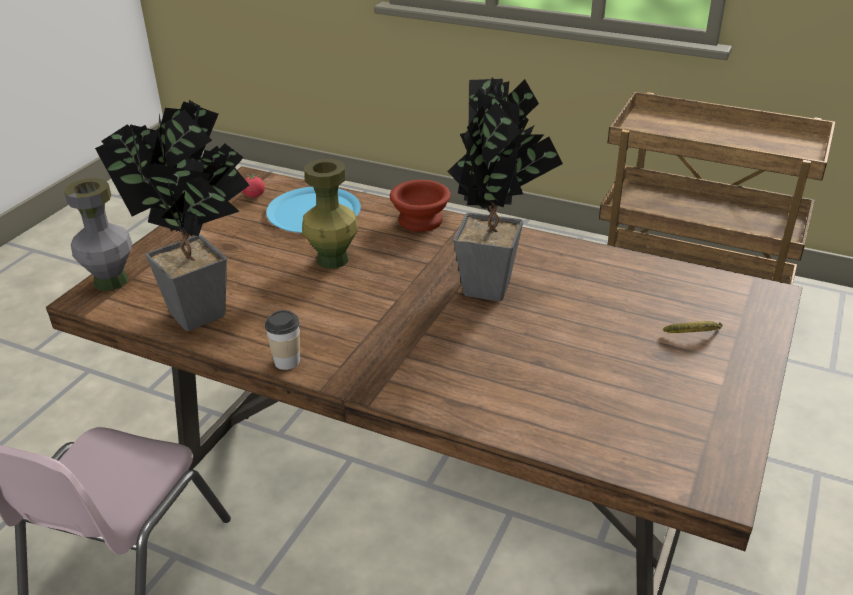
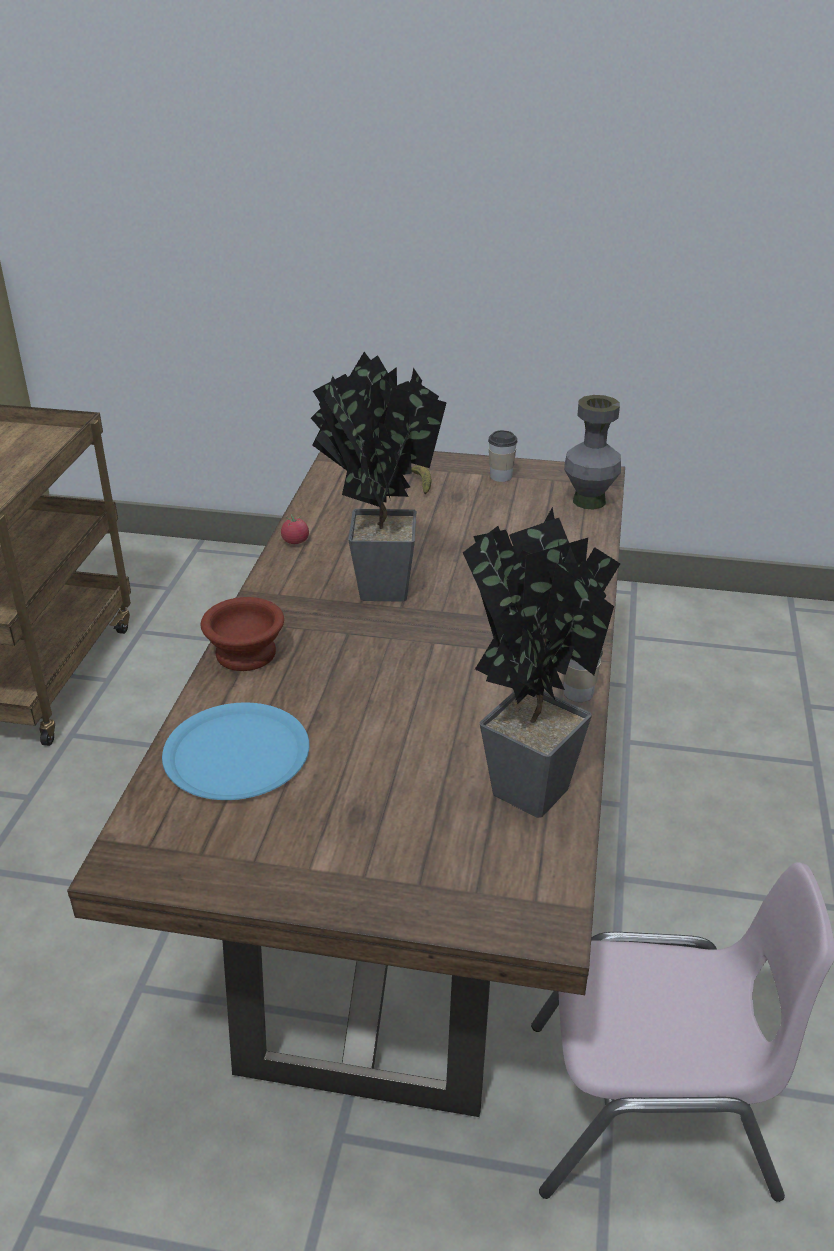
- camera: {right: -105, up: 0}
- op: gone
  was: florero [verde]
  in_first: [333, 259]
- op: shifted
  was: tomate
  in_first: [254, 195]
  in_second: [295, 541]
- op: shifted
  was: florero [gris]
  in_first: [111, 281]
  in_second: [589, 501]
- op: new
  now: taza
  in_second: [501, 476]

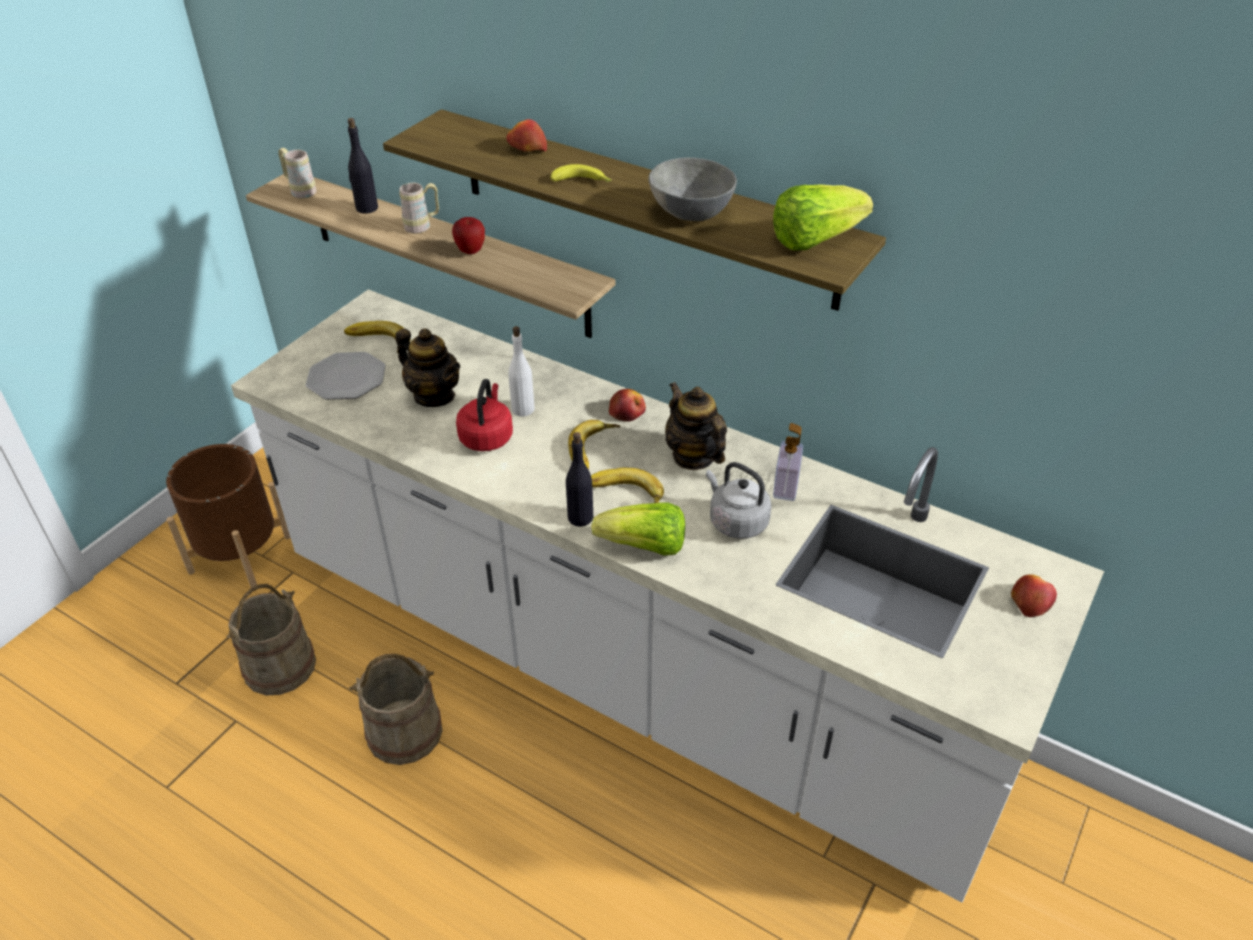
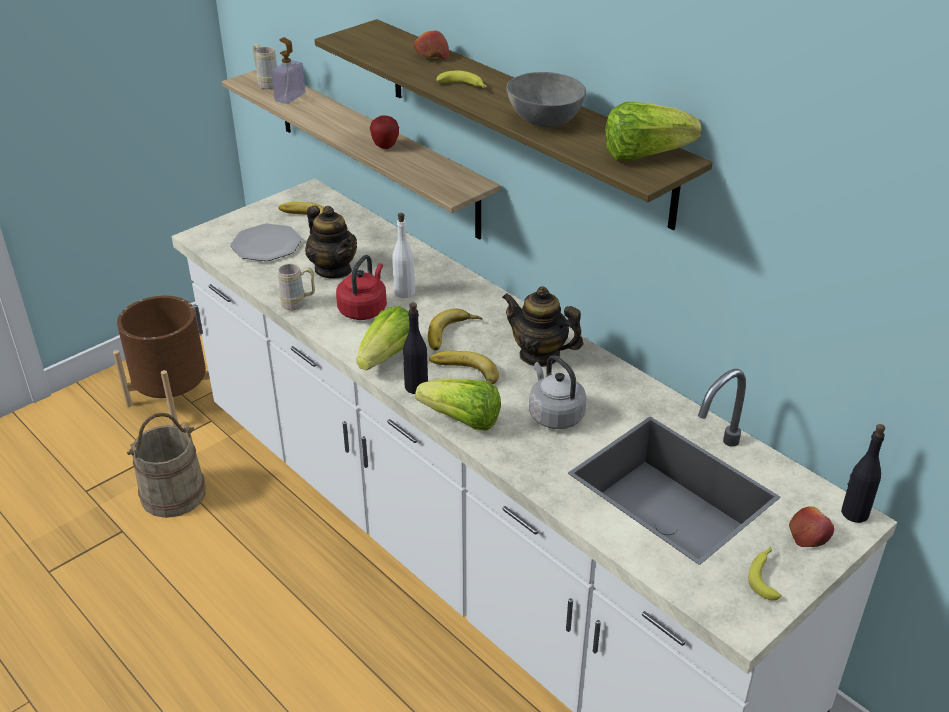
- camera: {right: 15, up: -5}
- op: shifted
  was: botella [negro]
  in_first: [366, 208]
  in_second: [854, 513]
- op: shifted
  was: taza grande [beis]
  in_first: [422, 226]
  in_second: [298, 304]
- op: rotated
  was: tetera
  in_first: [694, 456]
  in_second: [540, 355]
  clockwise: -45
- op: gone
  was: manzana
  in_first: [627, 412]
- op: shifted
  was: dispensador de jabón
  in_first: [786, 486]
  in_second: [290, 97]
- op: gone
  was: cubo [beis]
  in_first: [404, 732]
- op: new
  now: lechuga
  in_second: [388, 356]
- op: new
  now: plátano
  in_second: [766, 575]

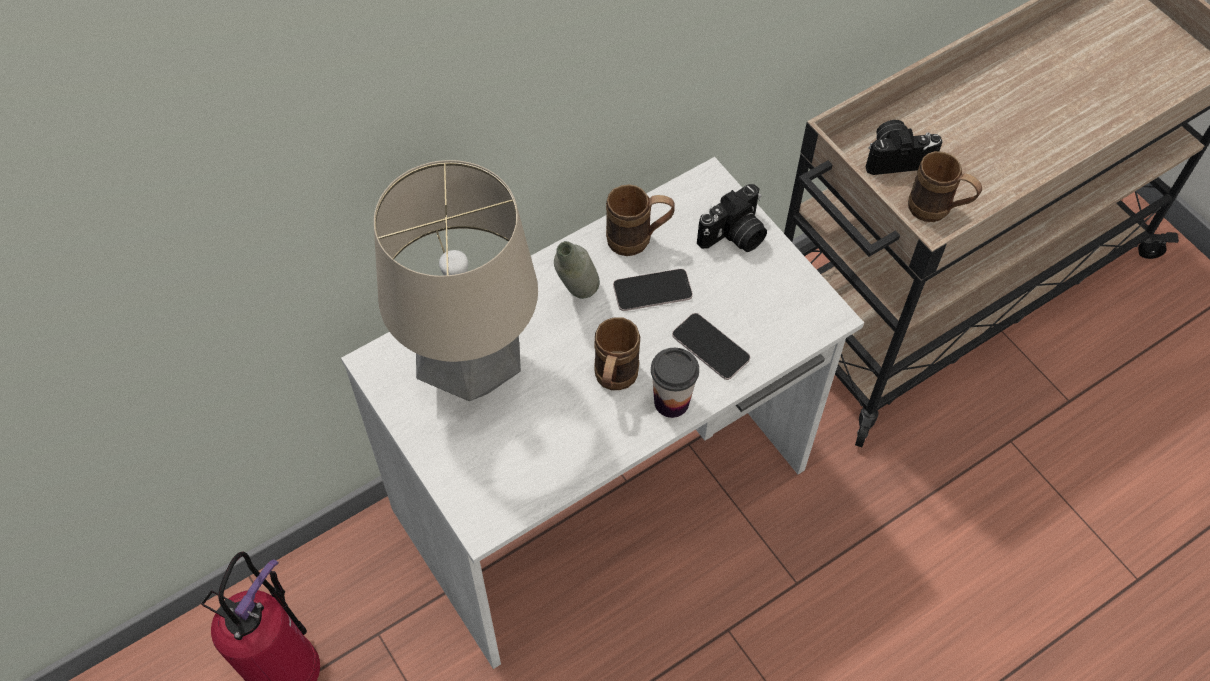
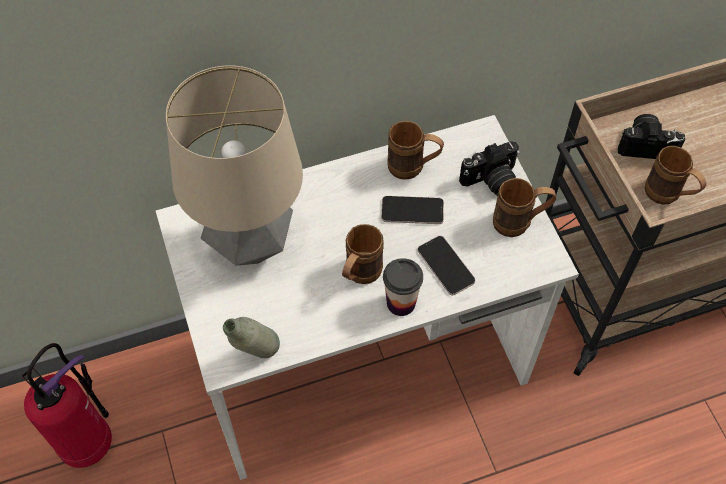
- camera: {right: 15, up: 0}
- op: shifted
  was: botella [gris]
  in_first: [577, 300]
  in_second: [257, 358]
- op: new
  now: taza grande [marrón]
  in_second: [519, 223]

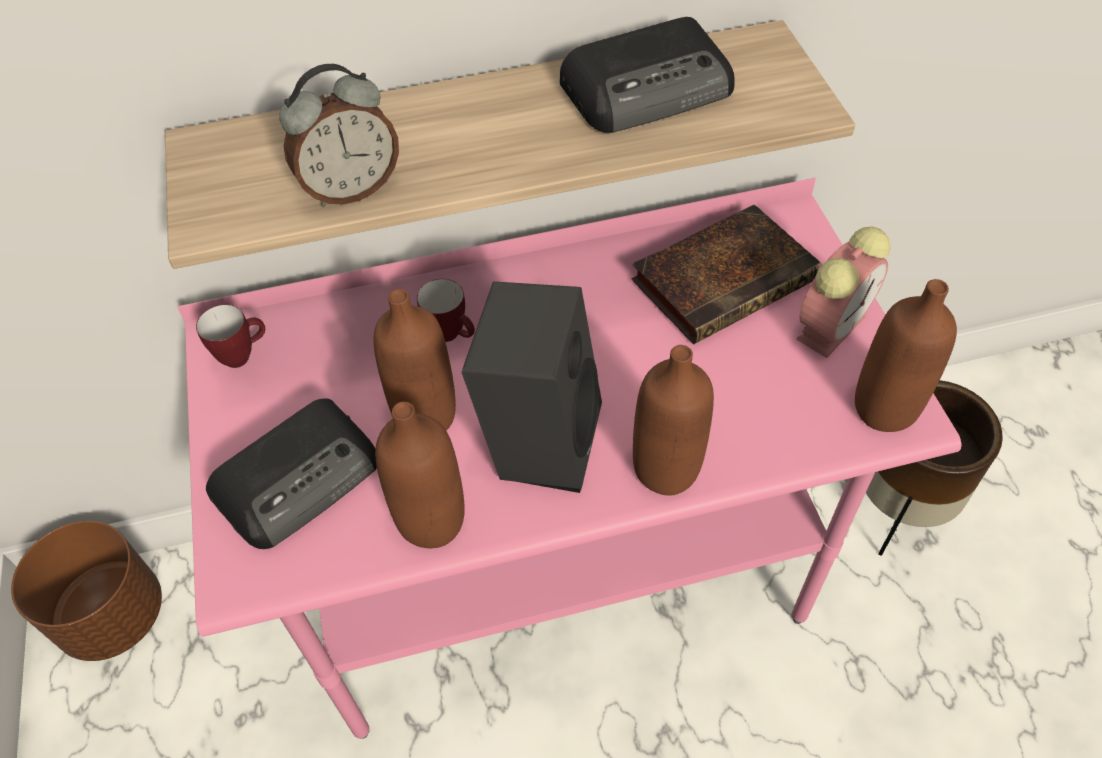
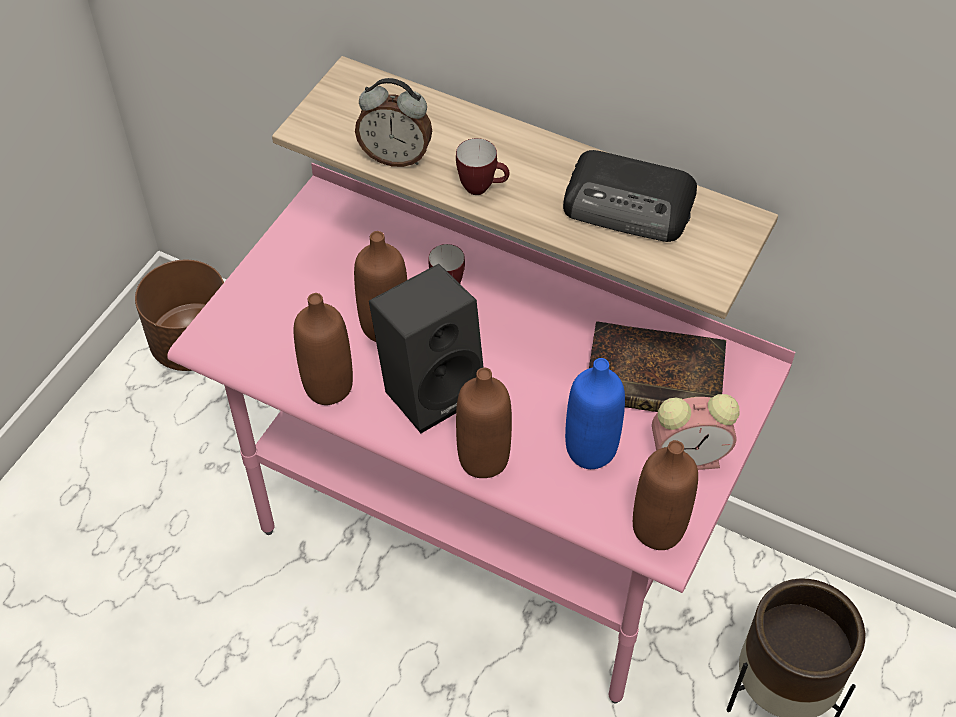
- camera: {right: 40, up: 0}
- op: shifted
  was: taza grande
  in_first: [243, 355]
  in_second: [482, 188]
- op: gone
  was: radio
  in_first: [300, 477]
- op: new
  now: botella [azul]
  in_second: [590, 450]

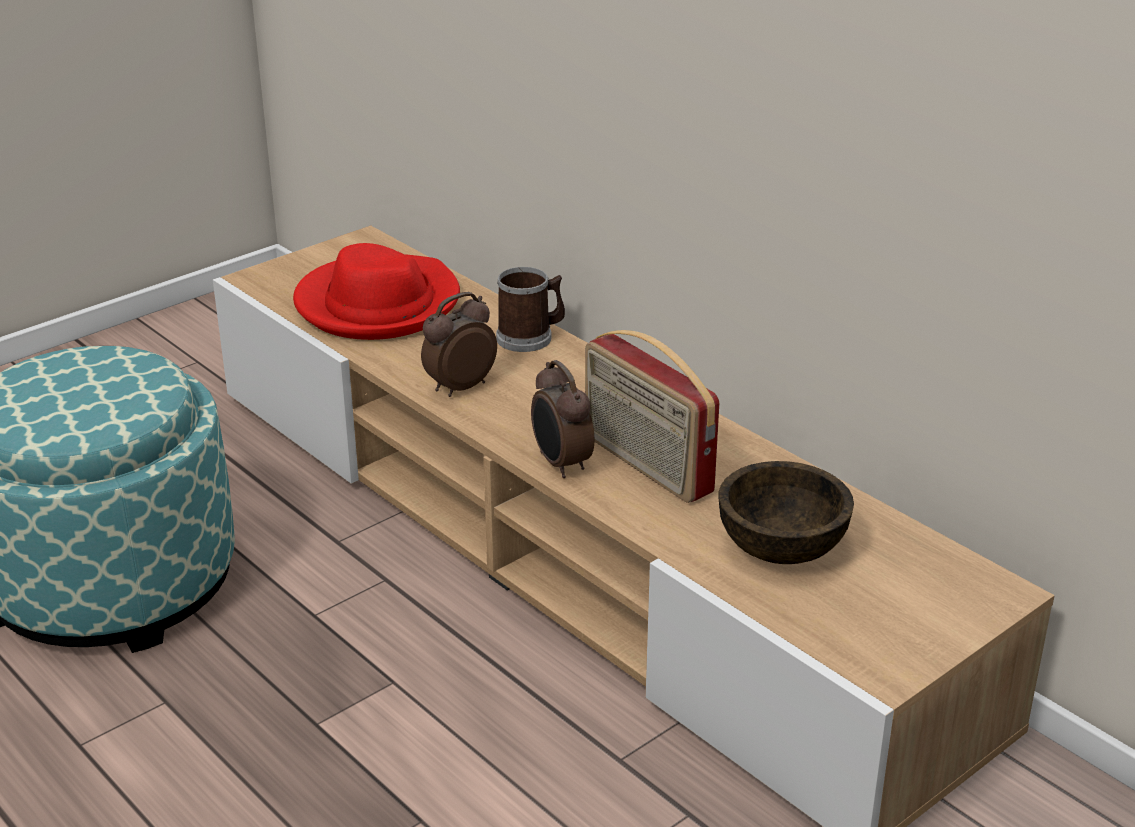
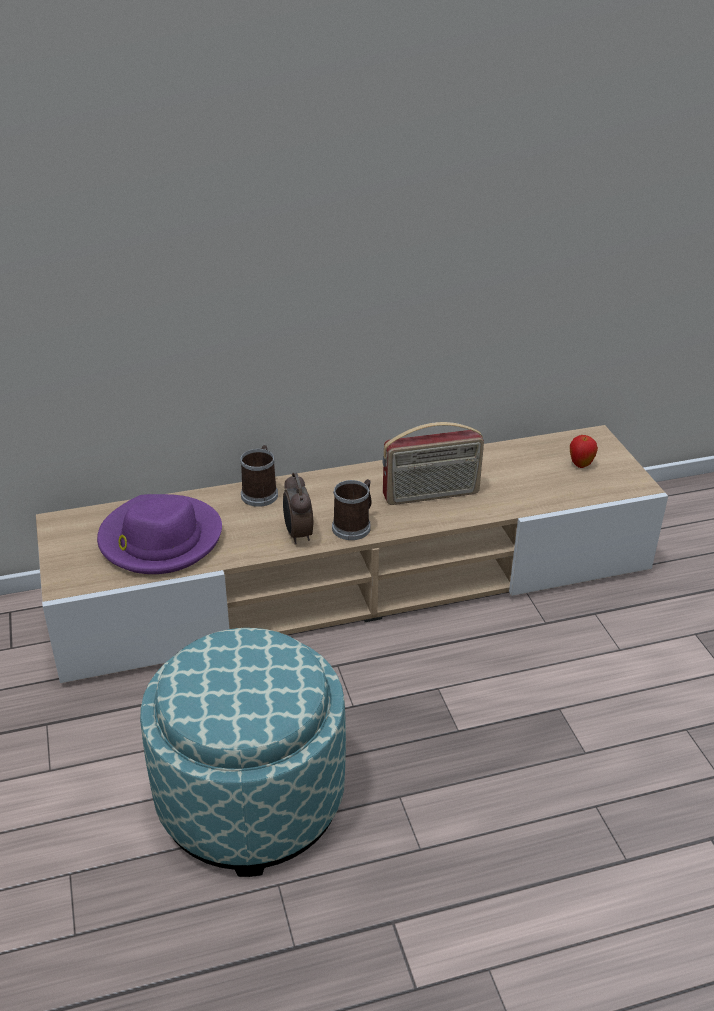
- camera: {right: -65, up: 5}
- op: repainted
  was: sombrero [rojo]
  now: sombrero [morado]
  in_first: [377, 304]
  in_second: [159, 539]
- op: gone
  was: despertador
  in_first: [561, 464]
- op: gone
  was: cuenco [marrón]
  in_first: [781, 548]
- op: new
  now: manzana
  in_second: [580, 465]
- op: new
  now: taza grande
  in_second: [354, 526]

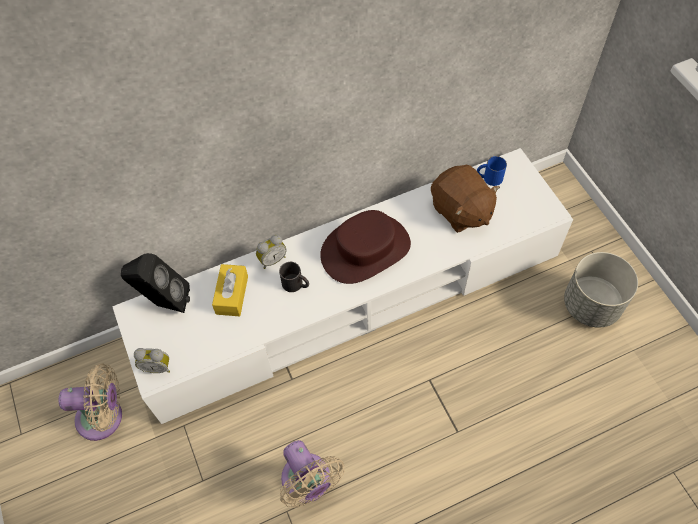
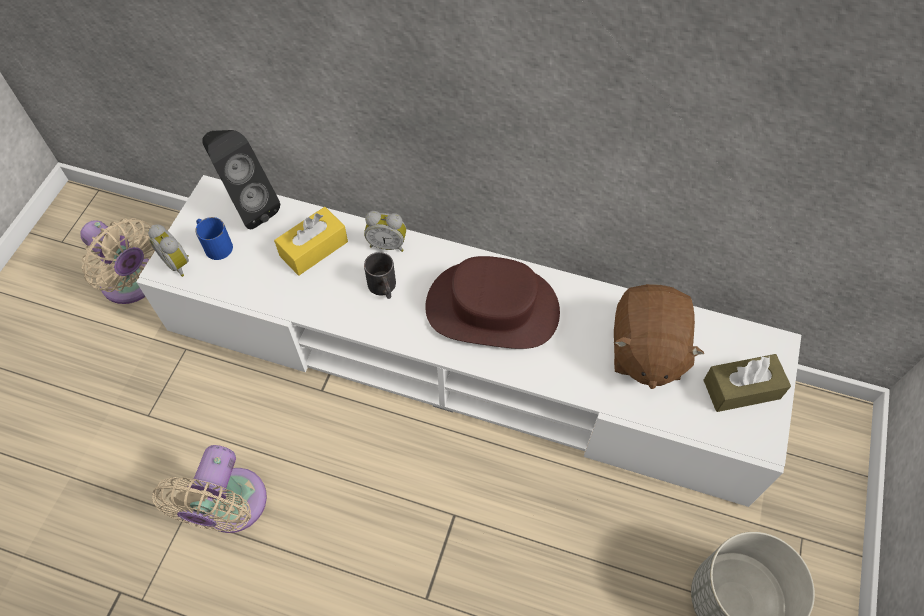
- camera: {right: 40, up: 0}
- op: shifted
  was: taza grande [azul]
  in_first: [489, 178]
  in_second: [215, 244]
- op: new
  now: caja de pañuelos [marrón]
  in_second: [741, 389]

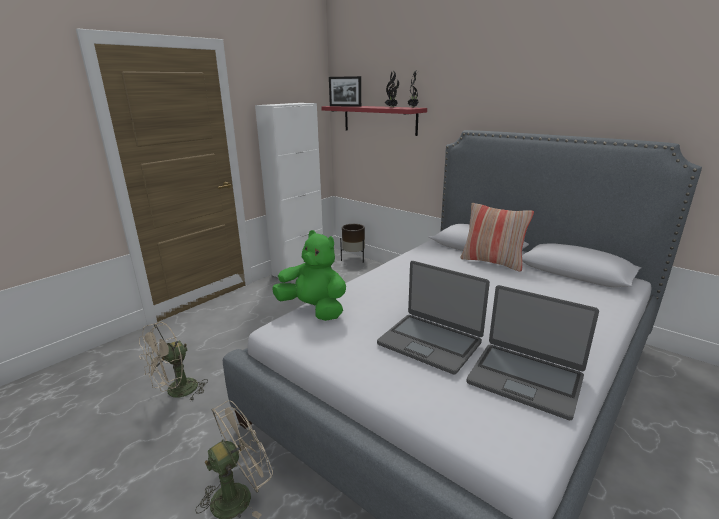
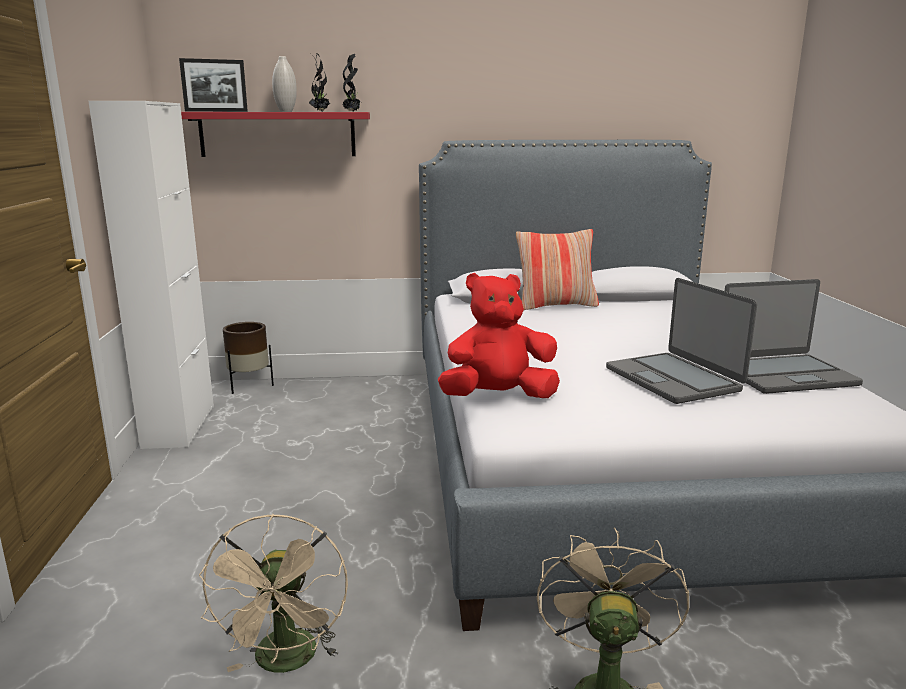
- camera: {right: -45, up: -5}
- op: repainted
  was: peluche [verde]
  now: peluche [rojo]
  in_first: [314, 309]
  in_second: [498, 397]
- op: rotated
  was: portátil
  in_first: [430, 342]
  in_second: [673, 379]
  clockwise: 75
- op: new
  now: florero [blanco]
  in_second: [286, 111]

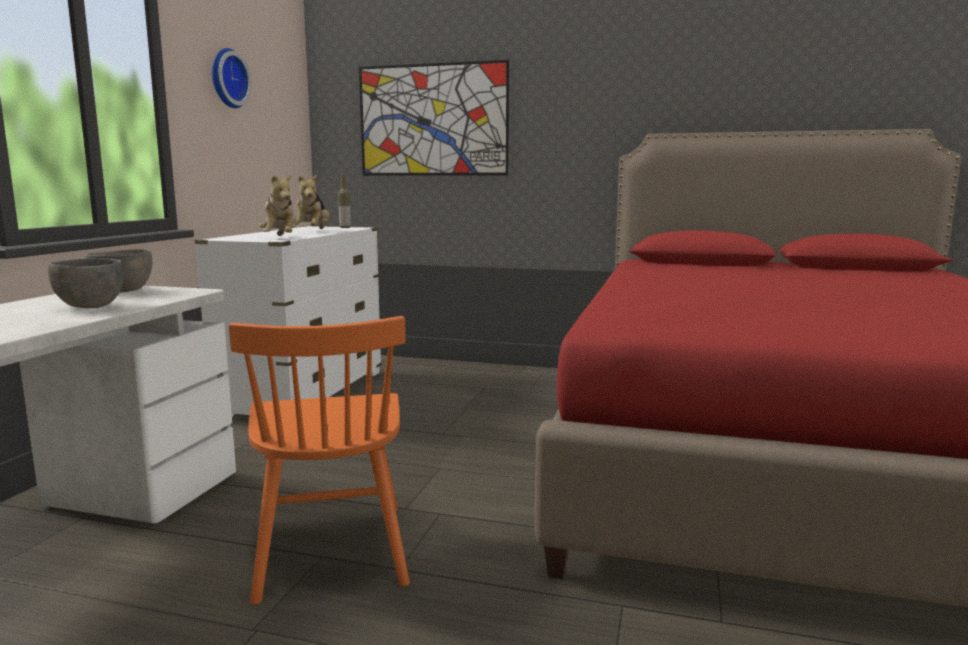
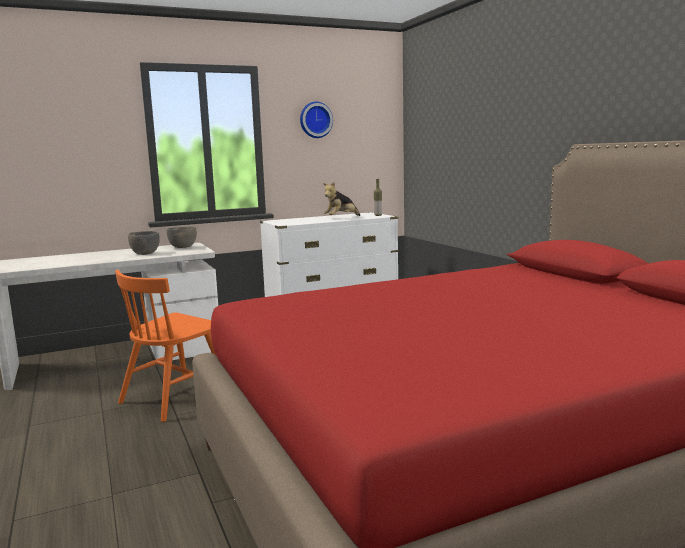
- camera: {right: 50, up: 0}
- op: gone
  was: cuadro
  in_first: [432, 120]
- op: gone
  was: peluche
  in_first: [281, 239]

